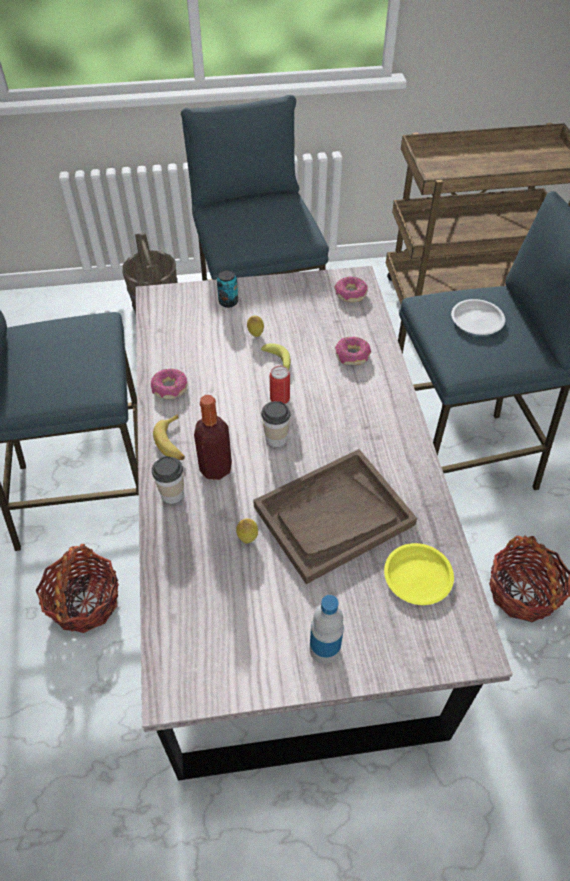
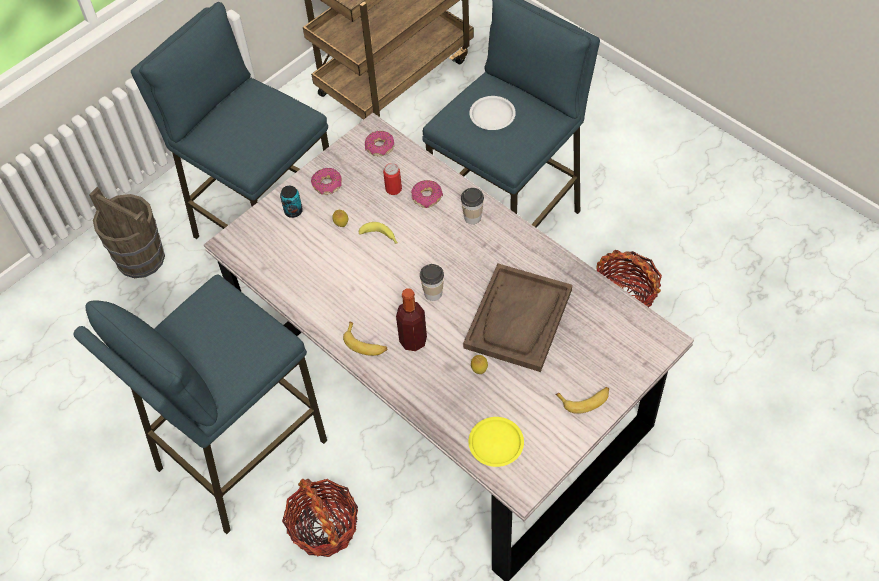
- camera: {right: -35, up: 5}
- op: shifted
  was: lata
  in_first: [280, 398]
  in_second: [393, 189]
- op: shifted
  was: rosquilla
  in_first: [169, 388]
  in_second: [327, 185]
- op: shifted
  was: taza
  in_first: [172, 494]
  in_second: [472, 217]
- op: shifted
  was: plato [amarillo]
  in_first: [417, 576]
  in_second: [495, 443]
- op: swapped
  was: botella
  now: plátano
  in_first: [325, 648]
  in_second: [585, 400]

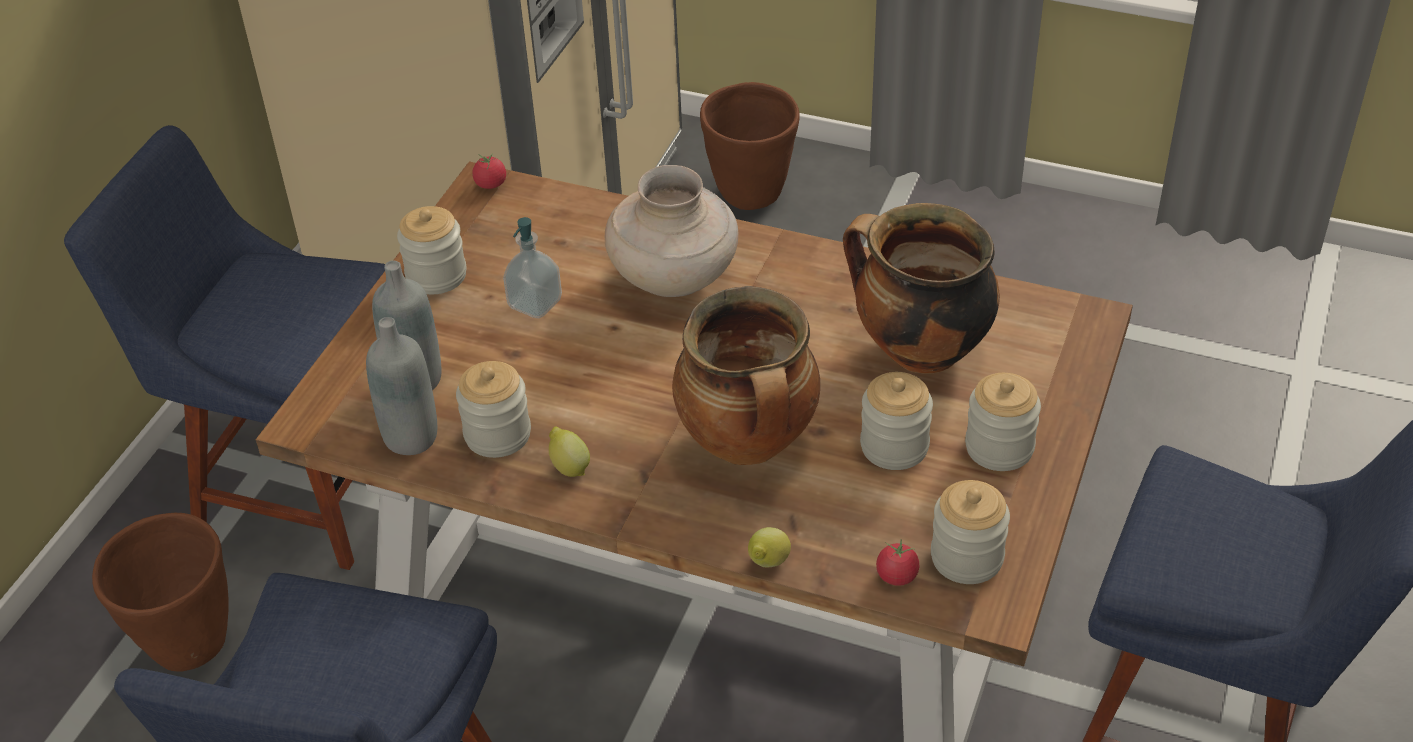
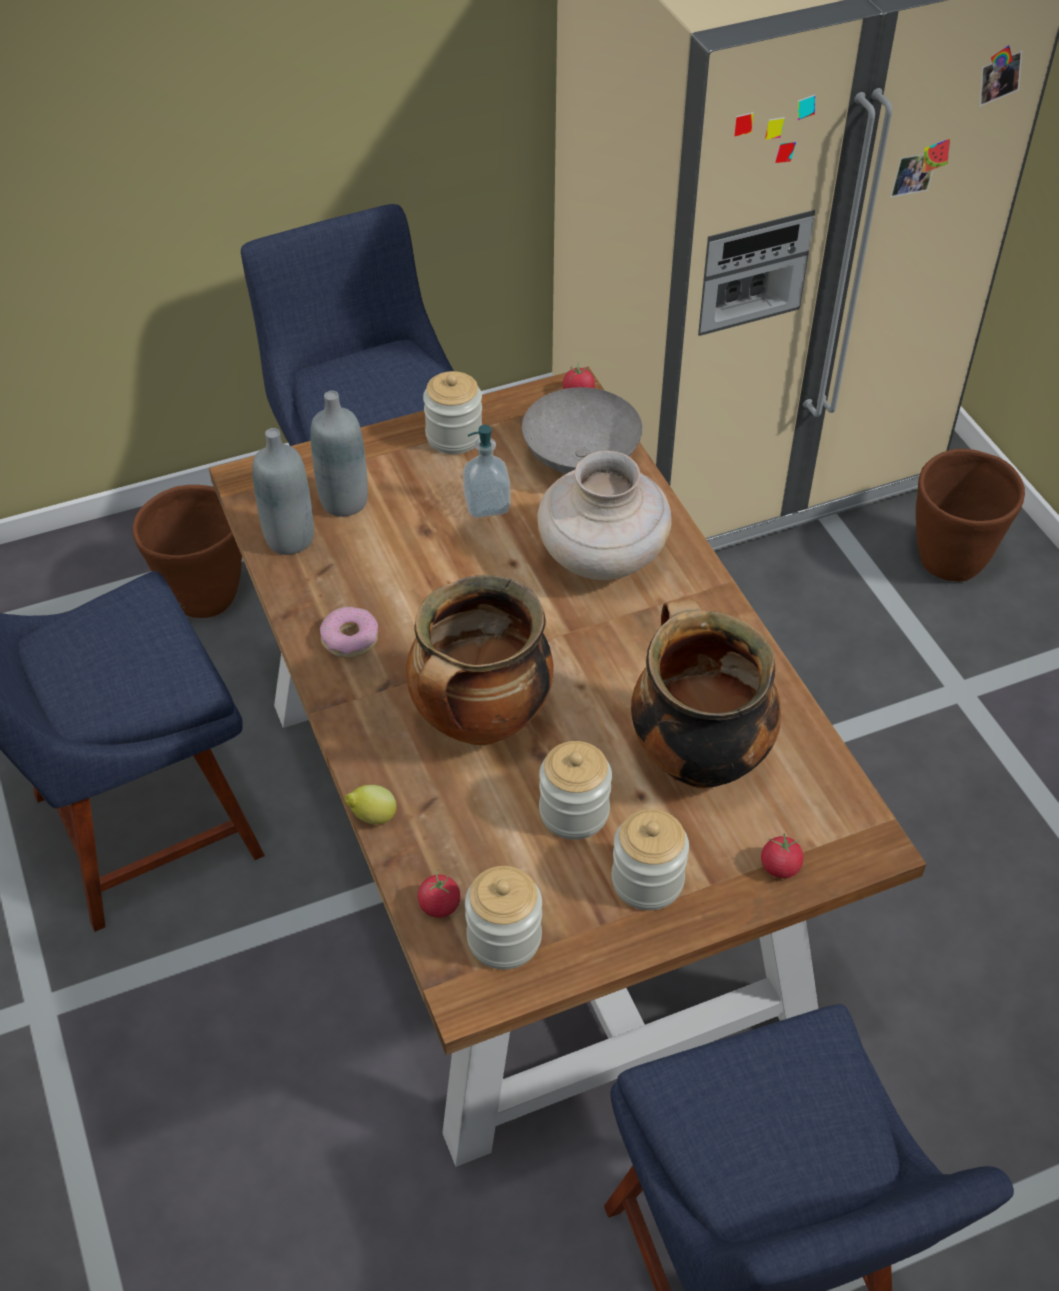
- camera: {right: 45, up: 5}
- op: gone
  was: tarro
  in_first: [497, 434]
- op: swapped
  was: limón
  now: rosquilla
  in_first: [569, 467]
  in_second: [349, 639]
- op: new
  now: cuenco [gris]
  in_second: [581, 459]
- op: new
  now: tomate
  in_second: [780, 866]

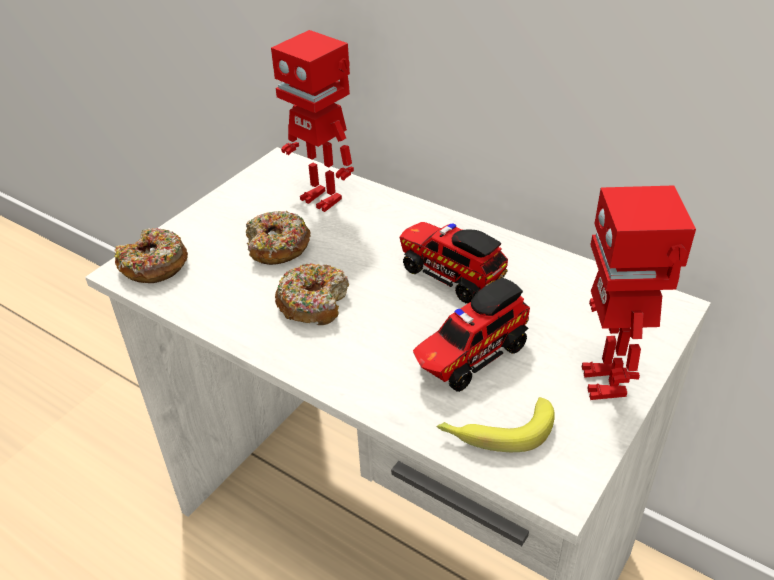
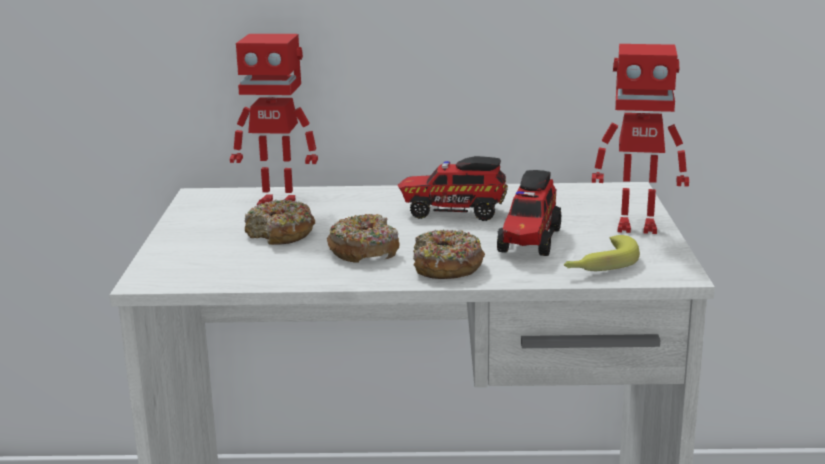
- camera: {right: -35, up: -20}
- op: rotated
  was: robot de juguete
  in_first: [606, 382]
  in_second: [636, 227]
  clockwise: -45
- op: shifted
  was: rosquilla
  in_first: [154, 265]
  in_second: [446, 267]

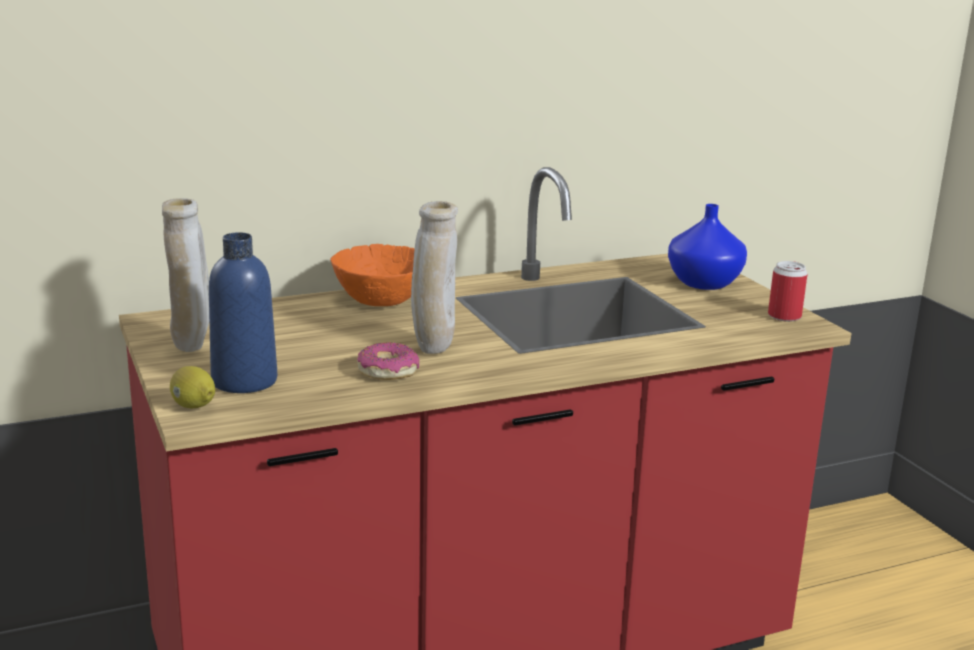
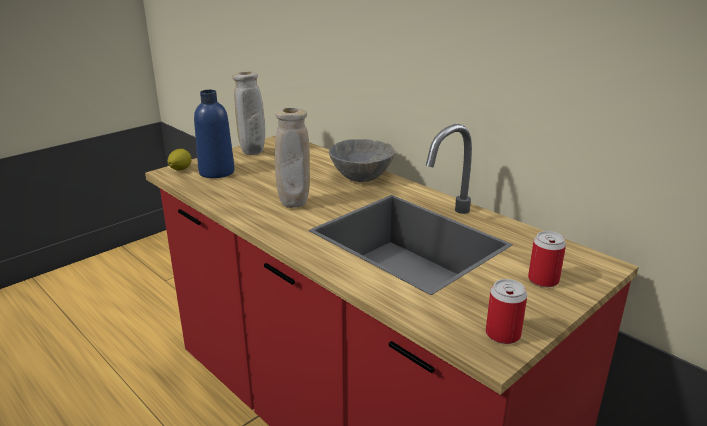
- camera: {right: 70, up: 5}
- op: swapped
  was: florero [azul]
  now: lata
  in_first: [702, 283]
  in_second: [543, 280]
- op: repainted
  was: cuenco [naranja]
  now: cuenco [gris]
  in_first: [381, 301]
  in_second: [361, 177]
- op: gone
  was: rosquilla
  in_first: [387, 371]

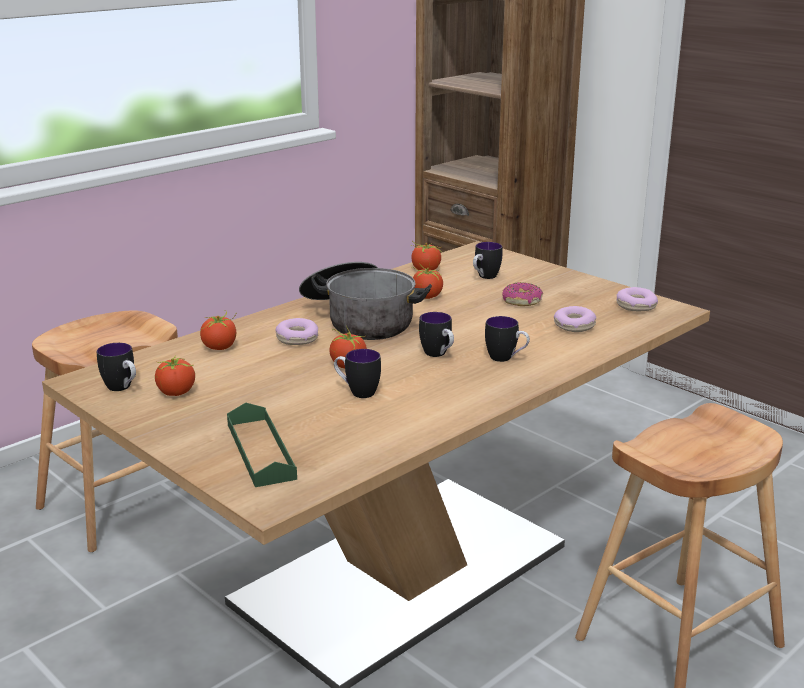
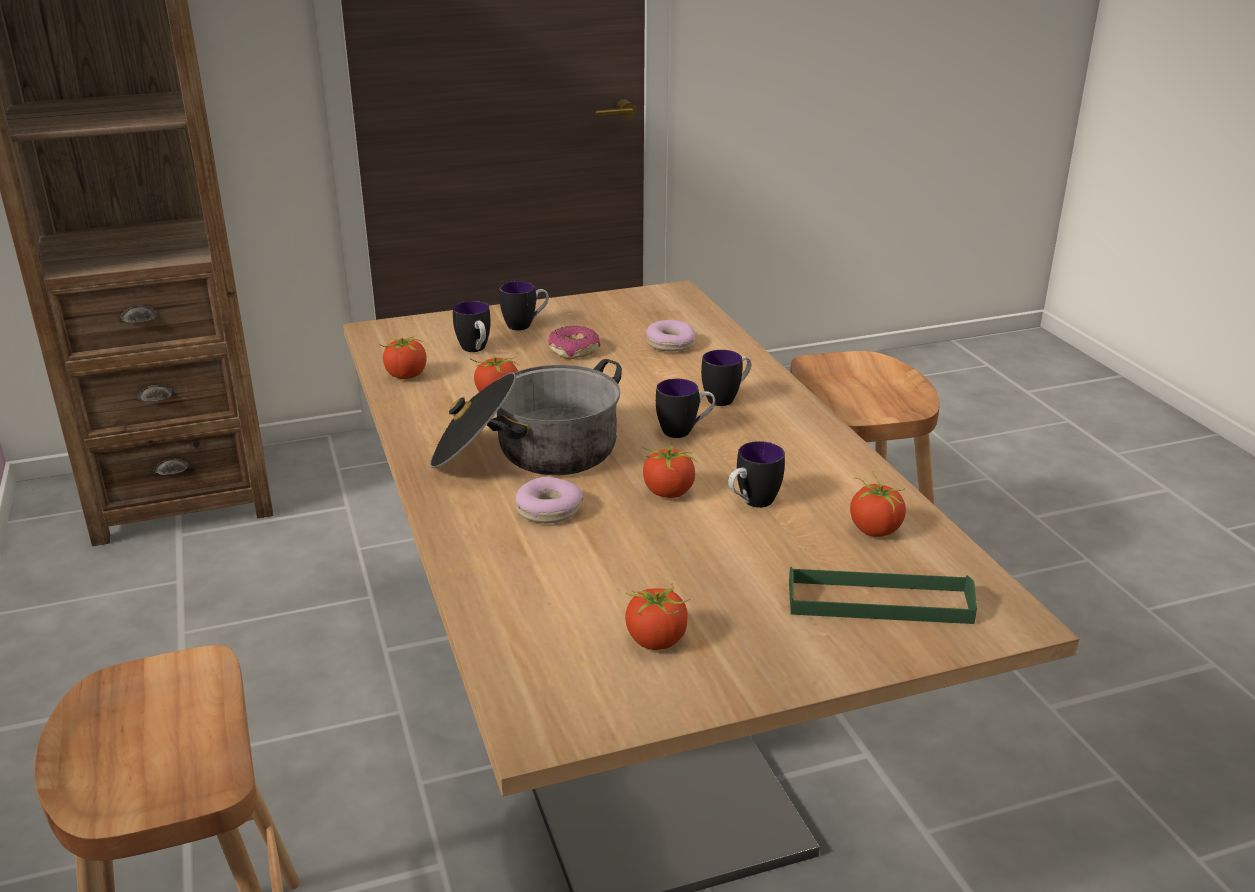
- camera: {right: -65, up: 5}
- op: gone
  was: rosquilla
  in_first: [636, 306]
- op: shifted
  was: tomate
  in_first: [219, 347]
  in_second: [874, 530]
- op: shifted
  was: taza grande
  in_first: [122, 388]
  in_second: [525, 325]

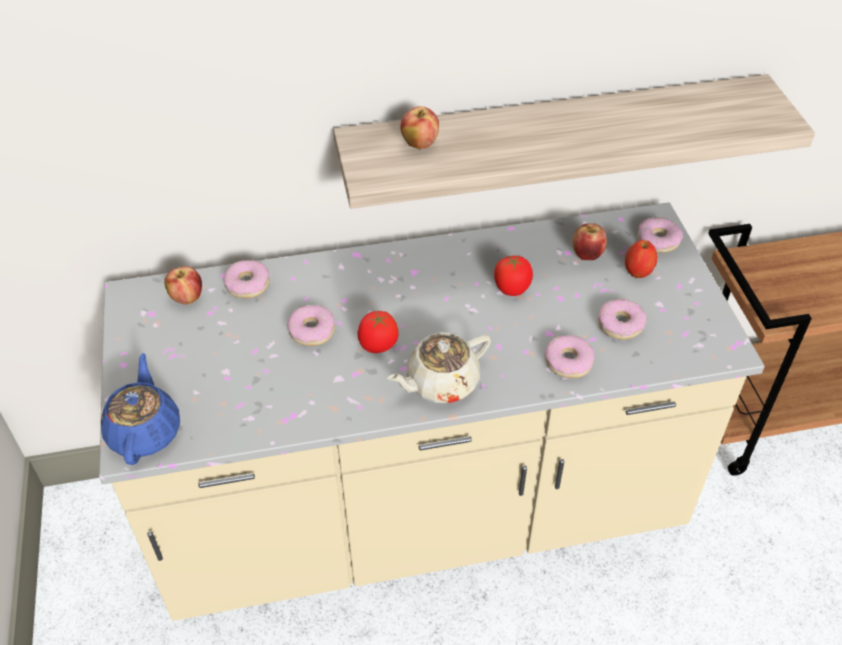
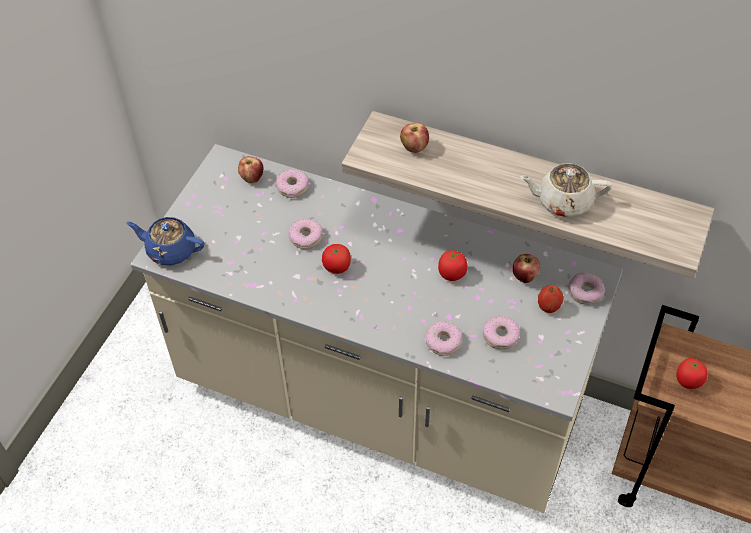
- camera: {right: 35, up: 5}
- op: shifted
  was: tetera [beis]
  in_first: [440, 382]
  in_second: [563, 201]
- op: rotated
  was: tetera [azul]
  in_first: [145, 431]
  in_second: [170, 250]
  clockwise: -105
- op: new
  now: tomate
  in_second: [688, 381]

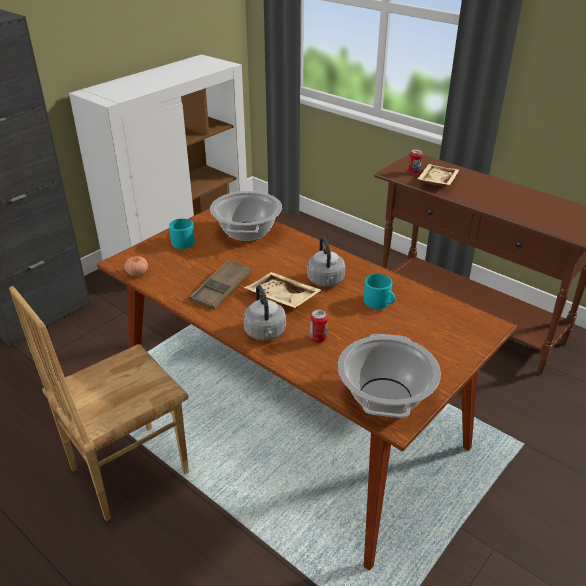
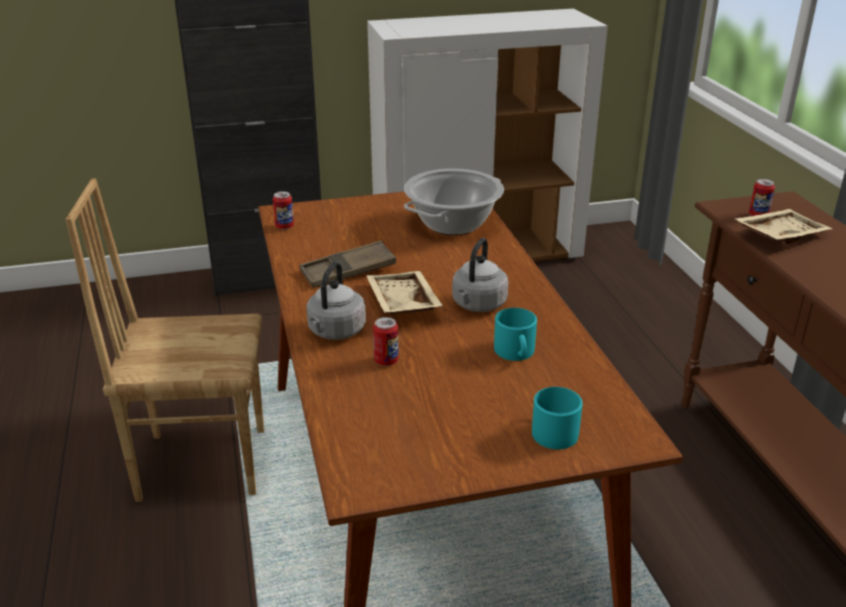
- camera: {right: 35, up: -5}
- op: shifted
  was: taza grande [turquesa]
  in_first: [181, 241]
  in_second: [553, 430]
- op: swapped
  was: tomate
  now: lata
  in_first: [137, 273]
  in_second: [284, 226]
- op: gone
  was: olla
  in_first: [385, 396]

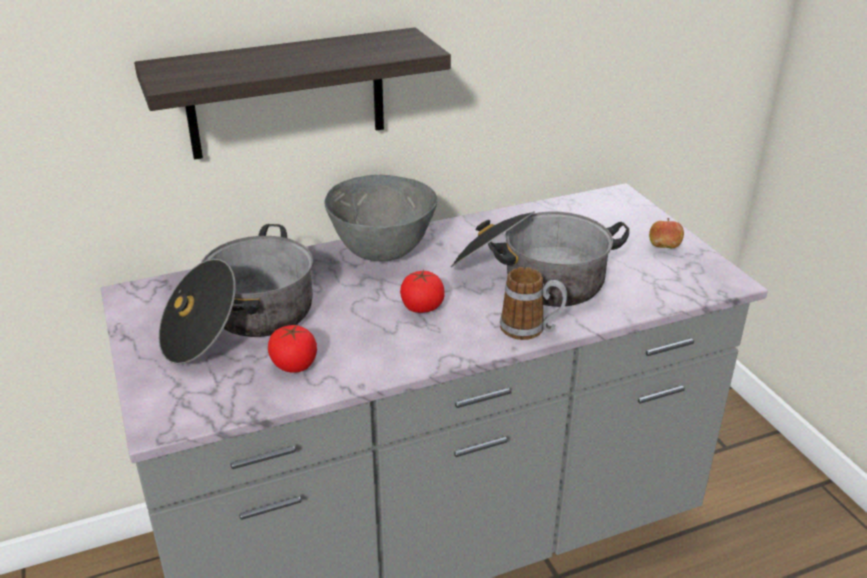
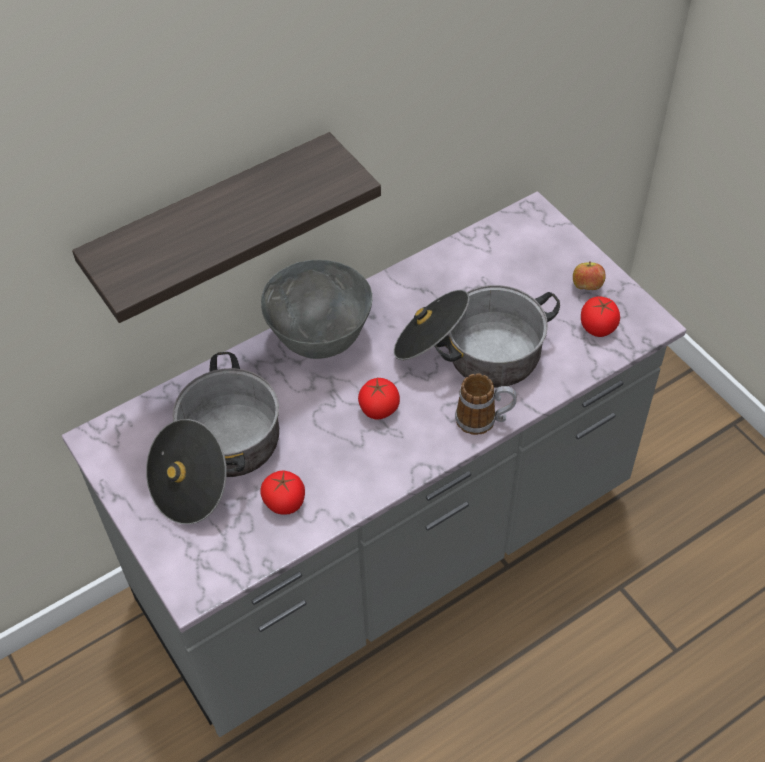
- camera: {right: -10, up: 20}
- op: new
  now: tomate
  in_second: [598, 327]

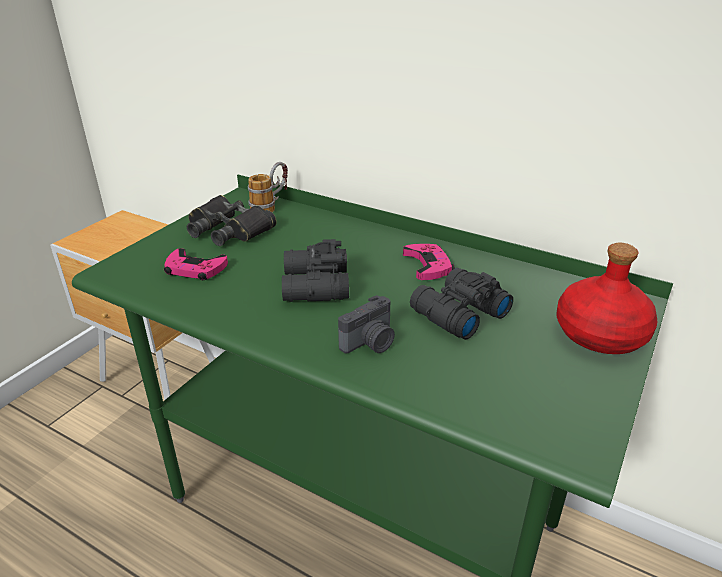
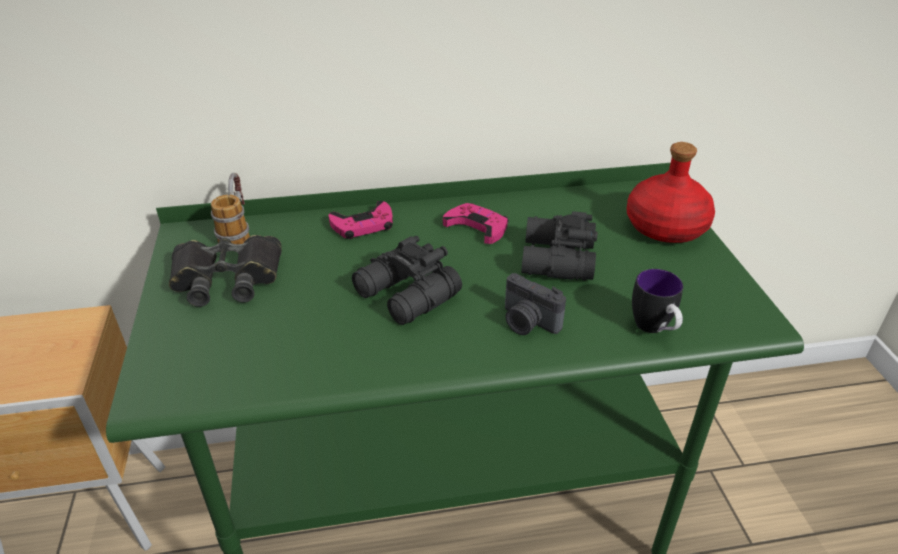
- camera: {right: -40, up: 5}
- op: shifted
  was: mando de consola [rosa]
  in_first: [195, 269]
  in_second: [363, 225]
- op: rotated
  was: cámara
  in_first: [370, 343]
  in_second: [527, 323]
  clockwise: 120
- op: new
  now: taza grande
  in_second: [654, 330]

